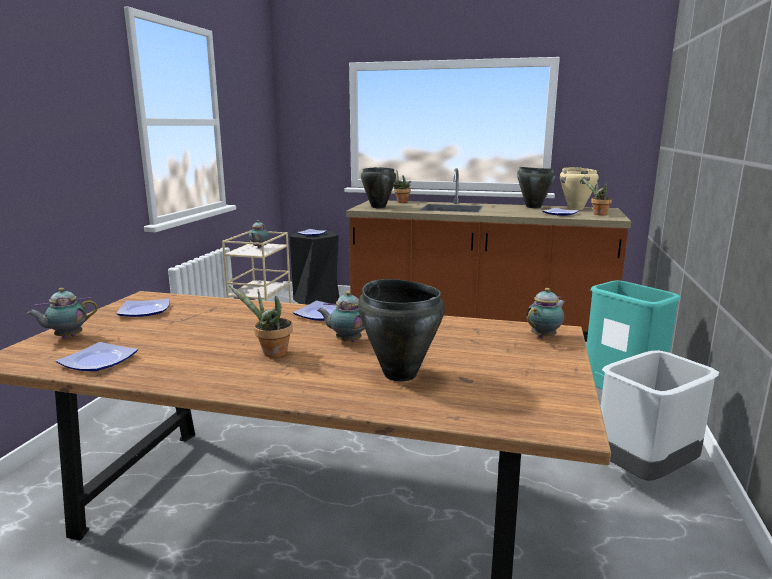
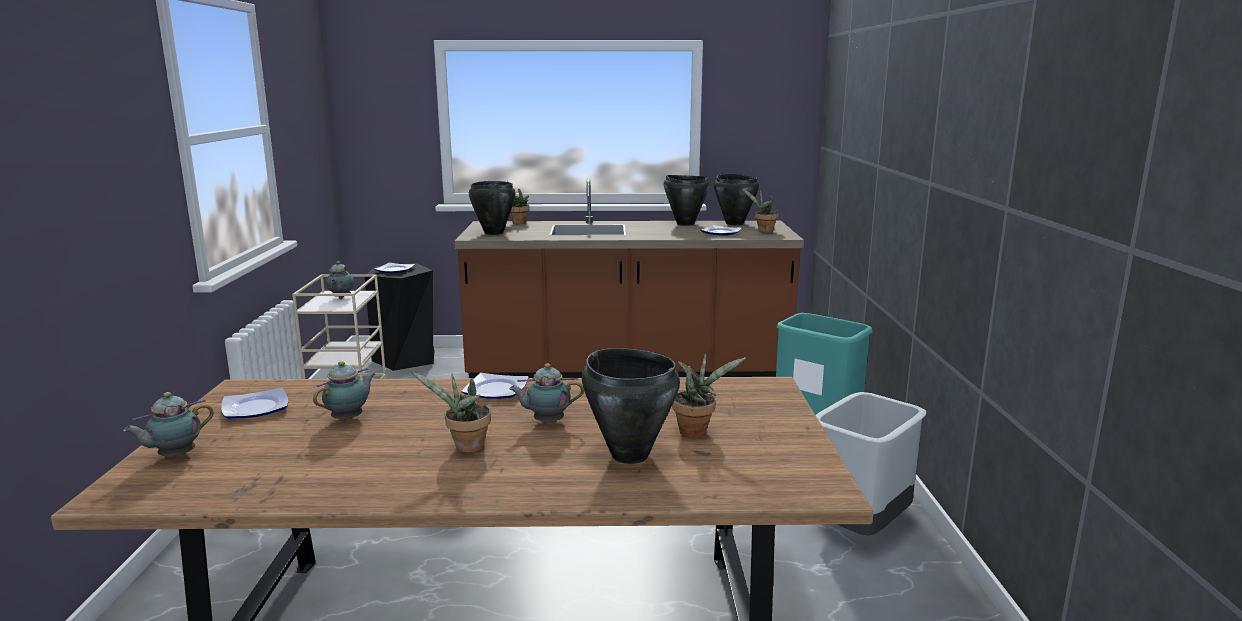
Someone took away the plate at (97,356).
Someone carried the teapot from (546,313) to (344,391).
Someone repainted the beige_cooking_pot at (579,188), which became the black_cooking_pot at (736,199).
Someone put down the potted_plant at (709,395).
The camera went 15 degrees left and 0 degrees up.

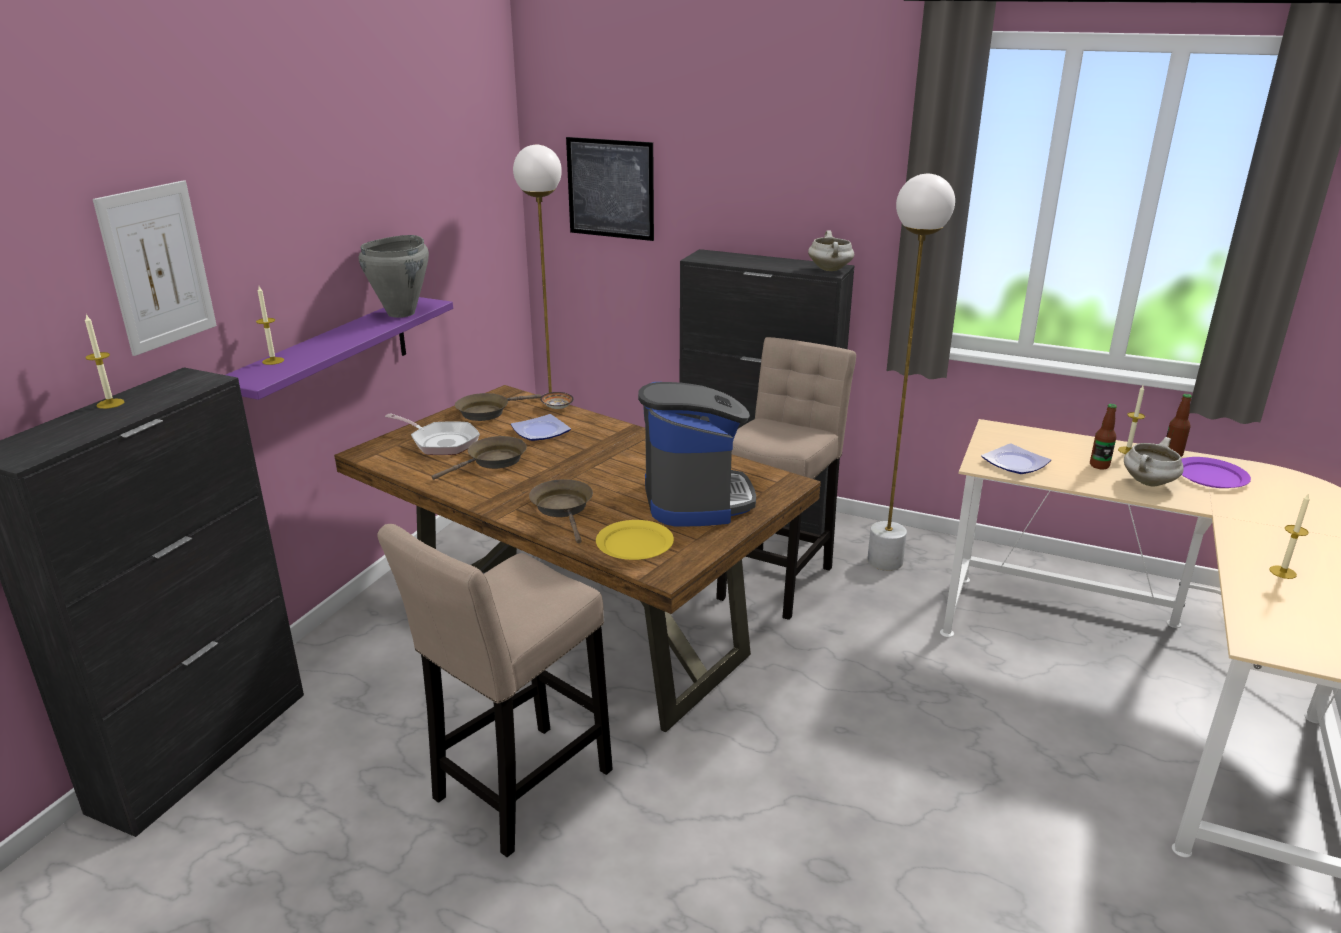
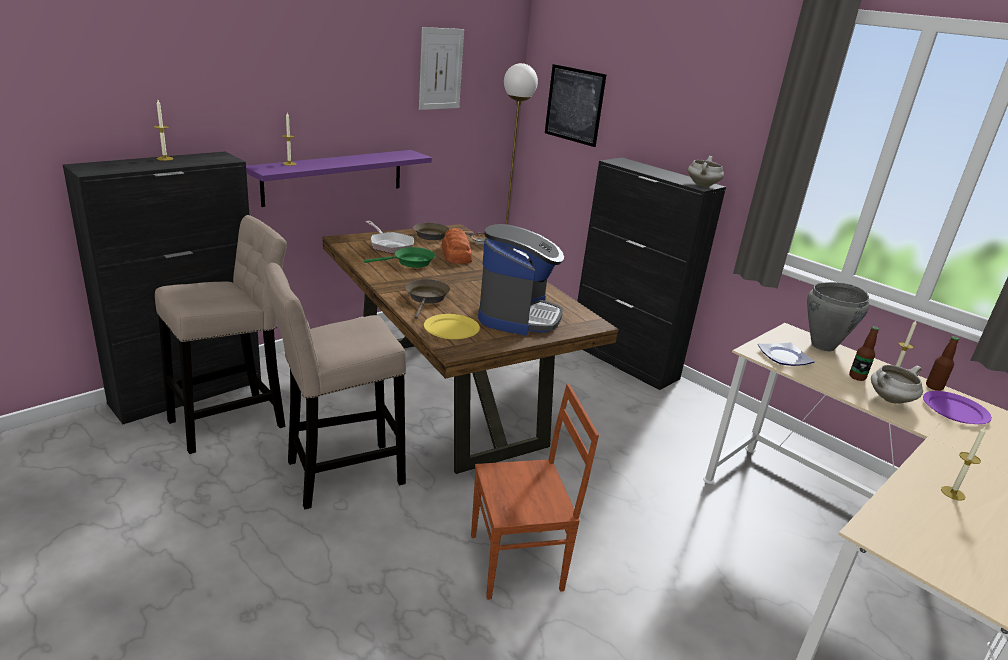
Someone carried the picture from (155,268) to (441,68).
Someone carried the grey_cooking_pot from (394,276) to (838,316).
Someone repainted the brownish_frying_pan at (479,458), which became the green_frying_pan at (399,257).
Someone swapped the plate at (541,427) for the baked_bread at (457,246).
Someone carried the beige_sitting_stool from (786,478) to (221,334).
Someone took away the whitish_floor_lamp at (911,372).
Someone put down the brownish_upright_chair at (535,492).
The camera went 20 degrees right and 0 degrees up.

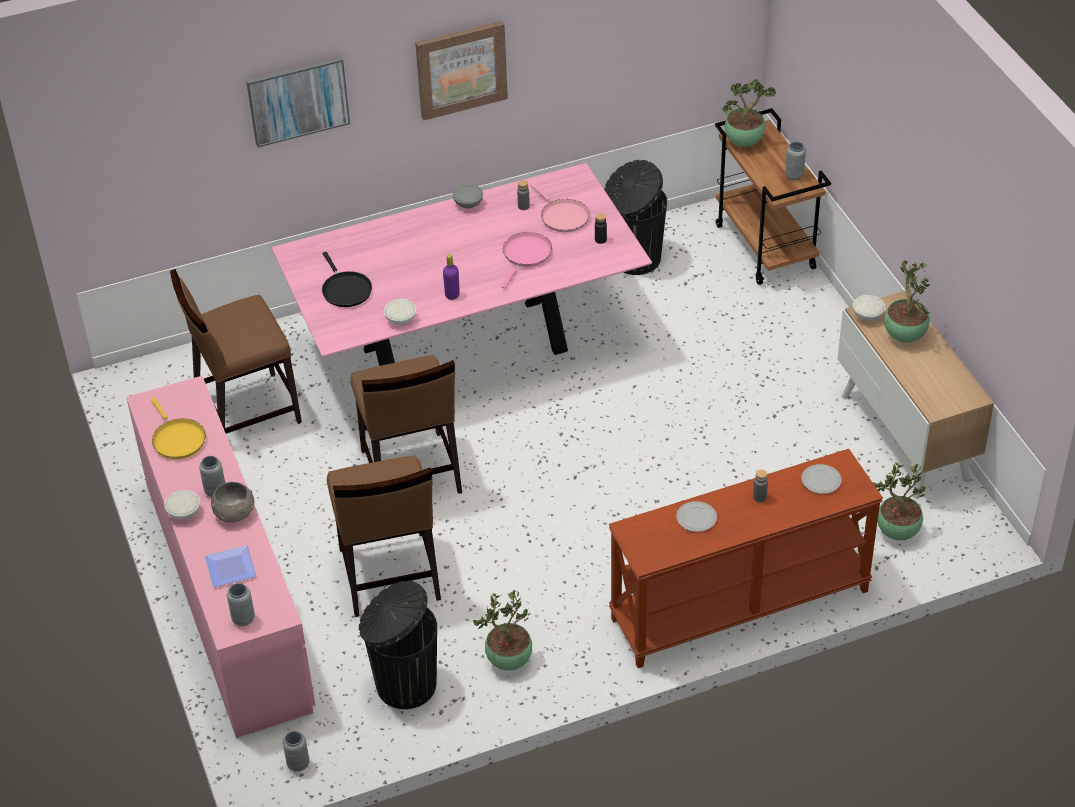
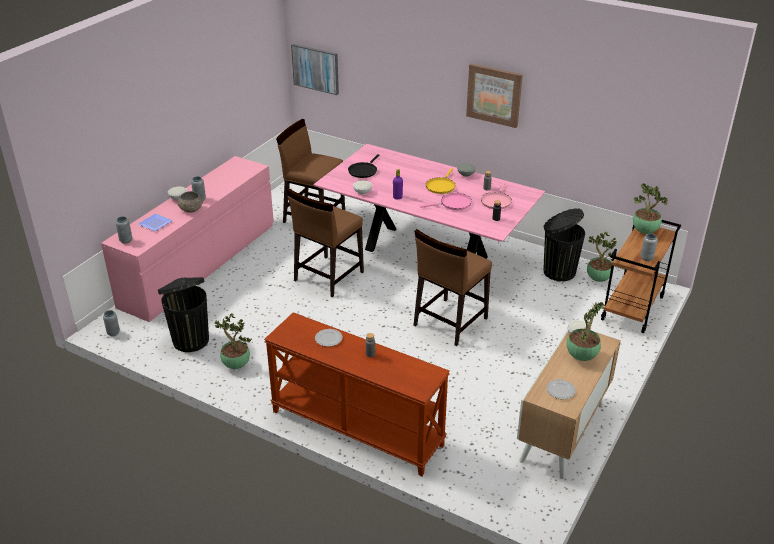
Someone carried the yellowish_frying_pan from (178,428) to (441,181).
Someone carried the picture from (298,102) to (315,69).
Someone carried the brownish_upright_chair from (384,536) to (452,287).
Someone carried the plate from (821,479) to (561,389).
Someone carried the potted_plant from (899,501) to (602,257).
The camera went 50 degrees right and 10 degrees down.

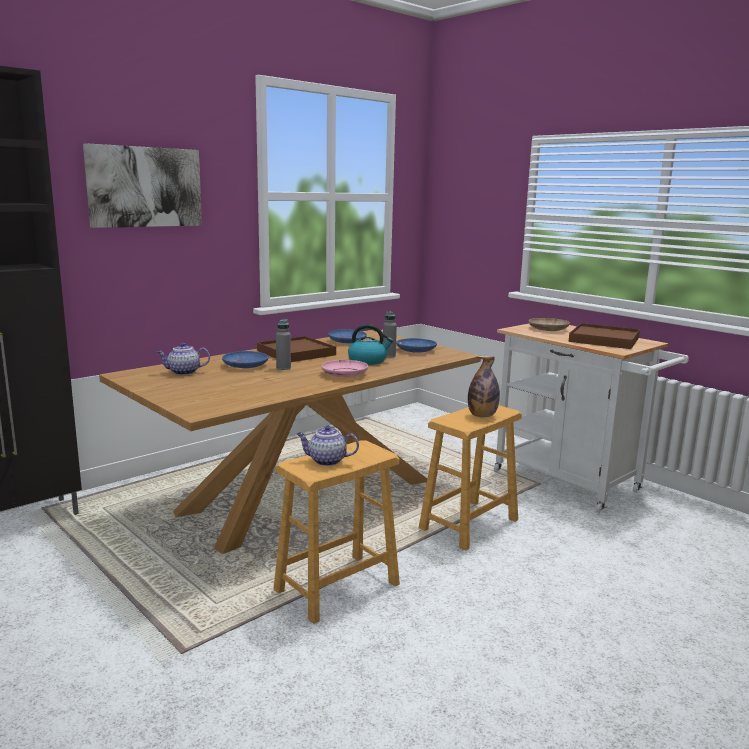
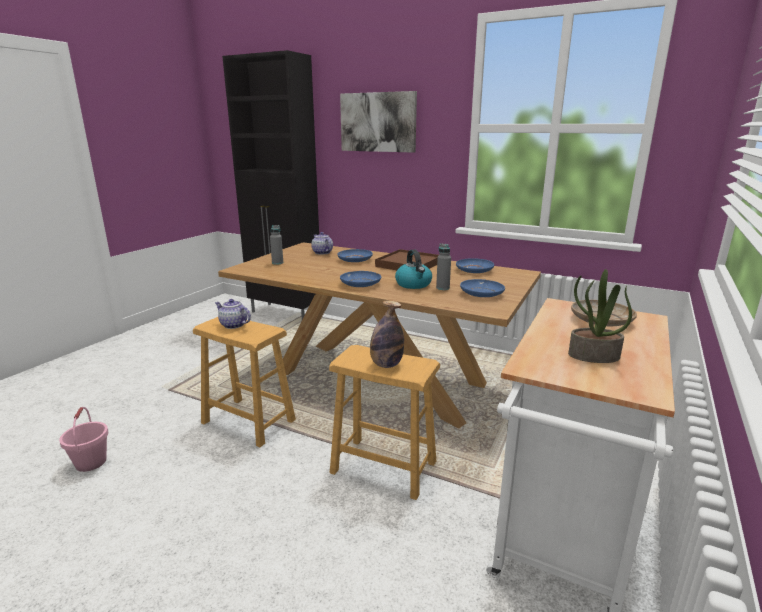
Someone carried the grey_drink_bottle from (283,344) to (276,245).
Someone rotated the teapot at (328,445) by 45 degrees counterclockwise.
Someone repainted the pinkish_plate at (344,368), which became the blue-coloured_plate at (360,279).
Someone swapped the brownish_carrying_tray at (604,336) for the potted_plant at (600,316).
Someone put down the pinkish_pail at (83,439).
The camera went 70 degrees right and 5 degrees up.

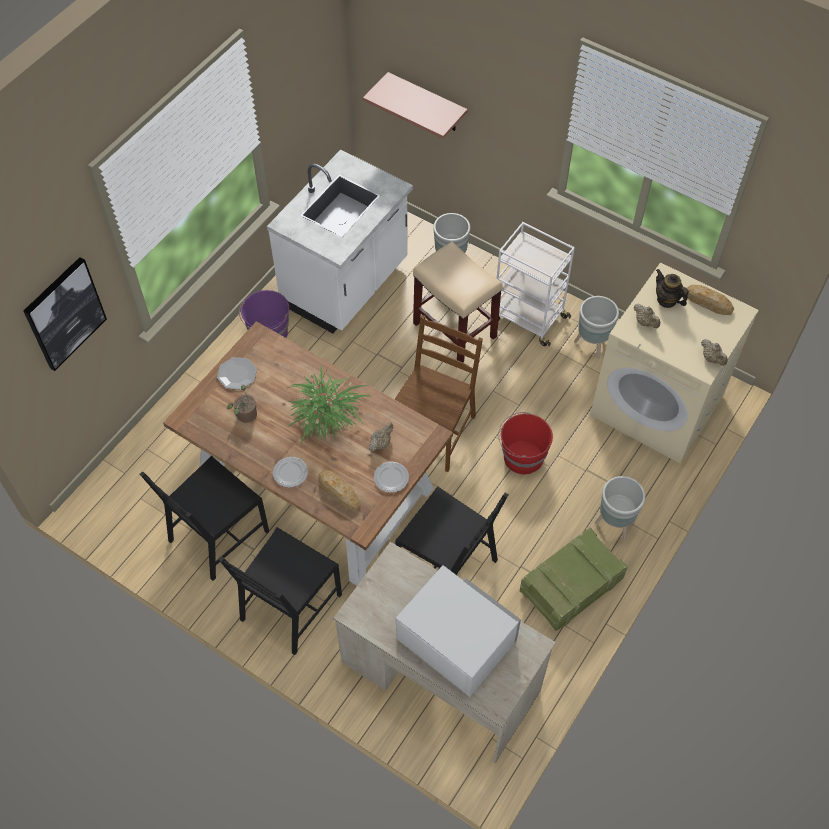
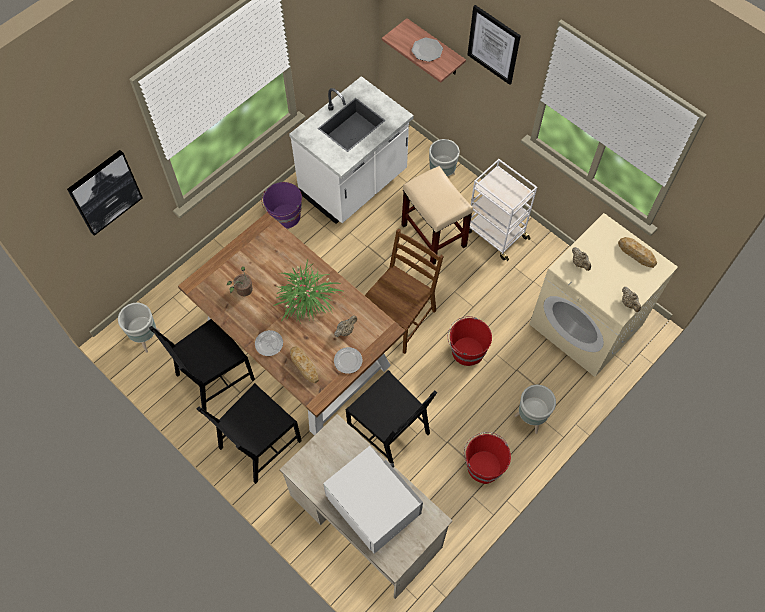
Someone carried the plate from (237,373) to (427,50).
Someone swapped the shipping_crate at (574,579) for the red-coloured_pail at (487,458).
Someone carried the grey_planter from (596,327) to (139,328).
Someone took away the teapot at (672,288).
Someone put up the picture at (494,45).
The camera went 10 degrees right and 5 degrees up.

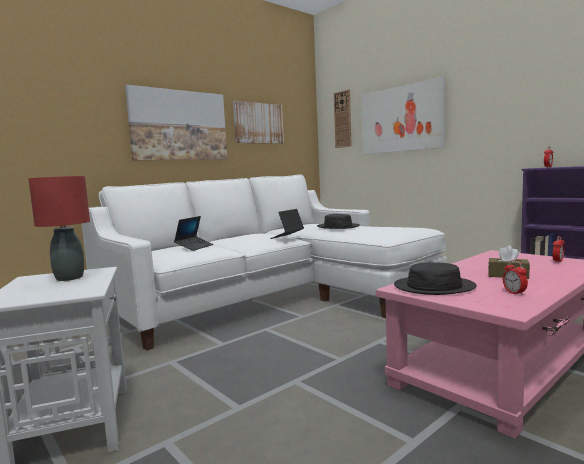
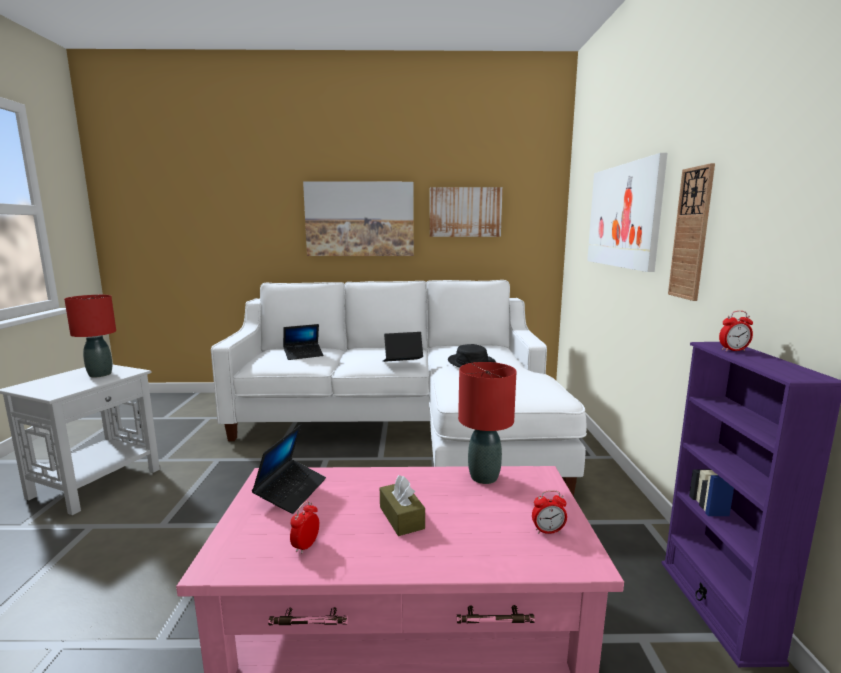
Someone carried the clock_on_the_wall from (342,119) to (691,232).
Someone swapped the black_clothing_hat at (435,279) for the notebook_computer at (289,469).
Someone put down the red-coloured_tabletop_lamp at (487,423).
The camera went 40 degrees right and 5 degrees up.

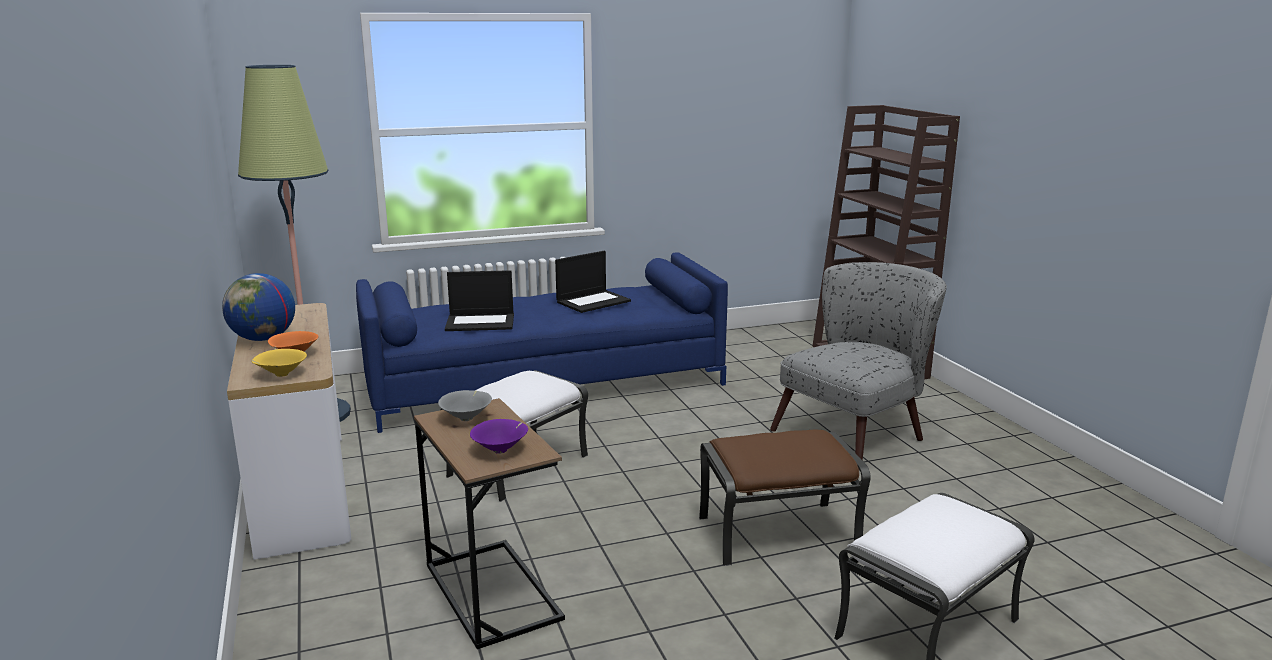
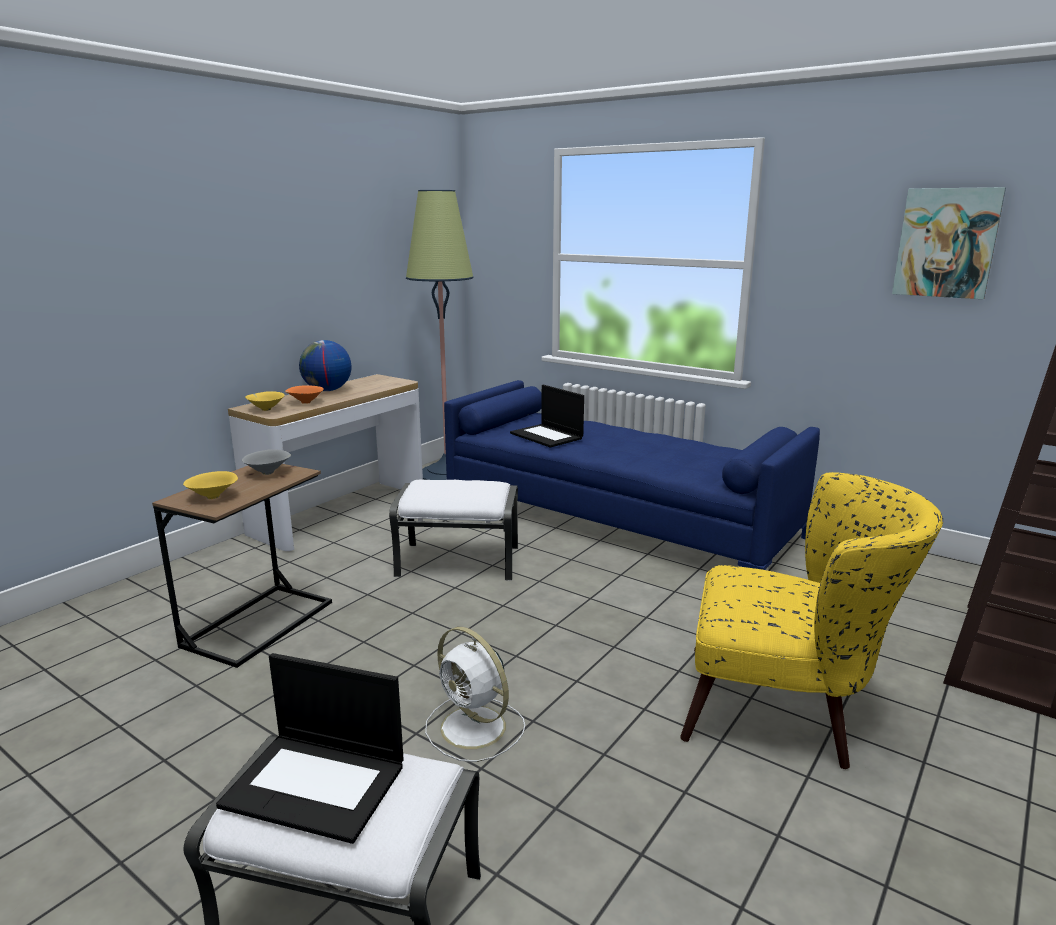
Someone repainted the purplish_serving_bowl at (499,436), which became the yellowish_serving_bowl at (210,485).
Someone carried the notebook_computer from (593,282) to (310,748).
Someone swapped the brownish_pouffe at (785,498) for the whitish_fan at (475,694).
Someone repainted the grey_lounge_chair at (858,366), which became the yellowish_lounge_chair at (811,620).
Someone put up the picture at (949,243).
The camera went 55 degrees right and 0 degrees up.

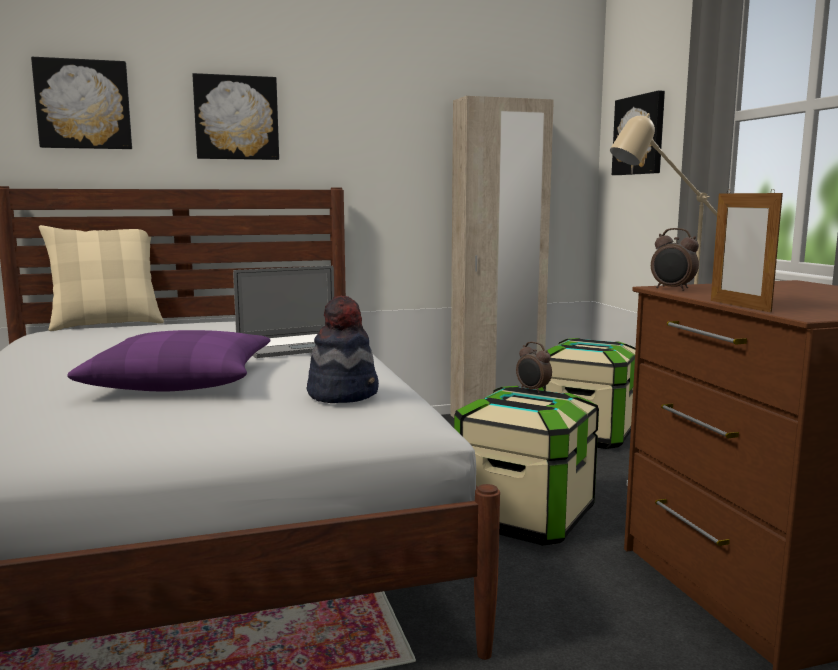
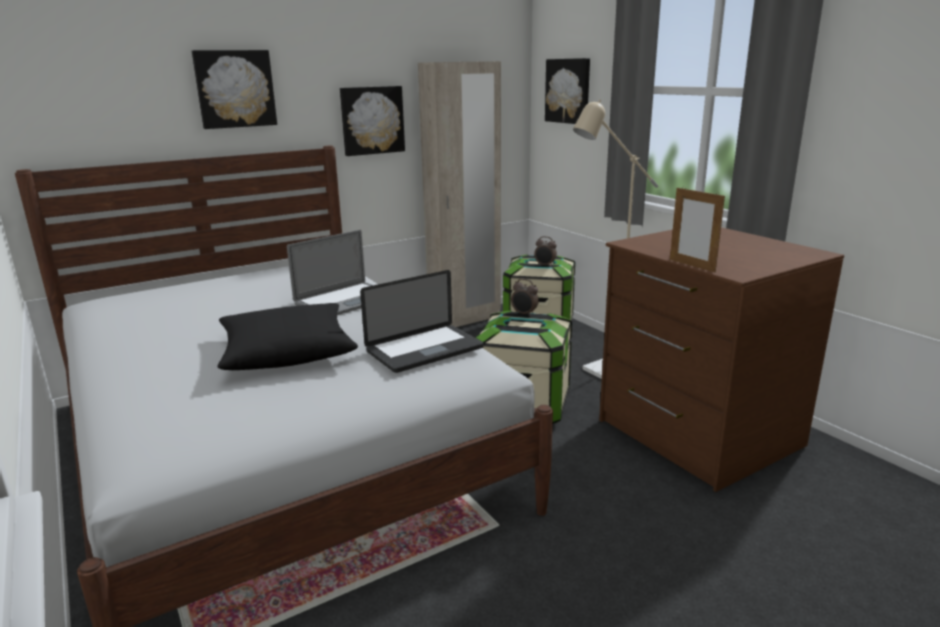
Someone carried the picture from (81,103) to (372,121).
Someone took away the beige_pillow at (101,278).
Someone repainted the purplish_pillow at (168,361), which became the black_pillow at (288,336).
Someone swapped the clothing_hat at (343,349) for the notebook_computer at (422,321).
Someone carried the table_clock from (675,259) to (545,251).
The camera went 15 degrees left and 10 degrees up.

